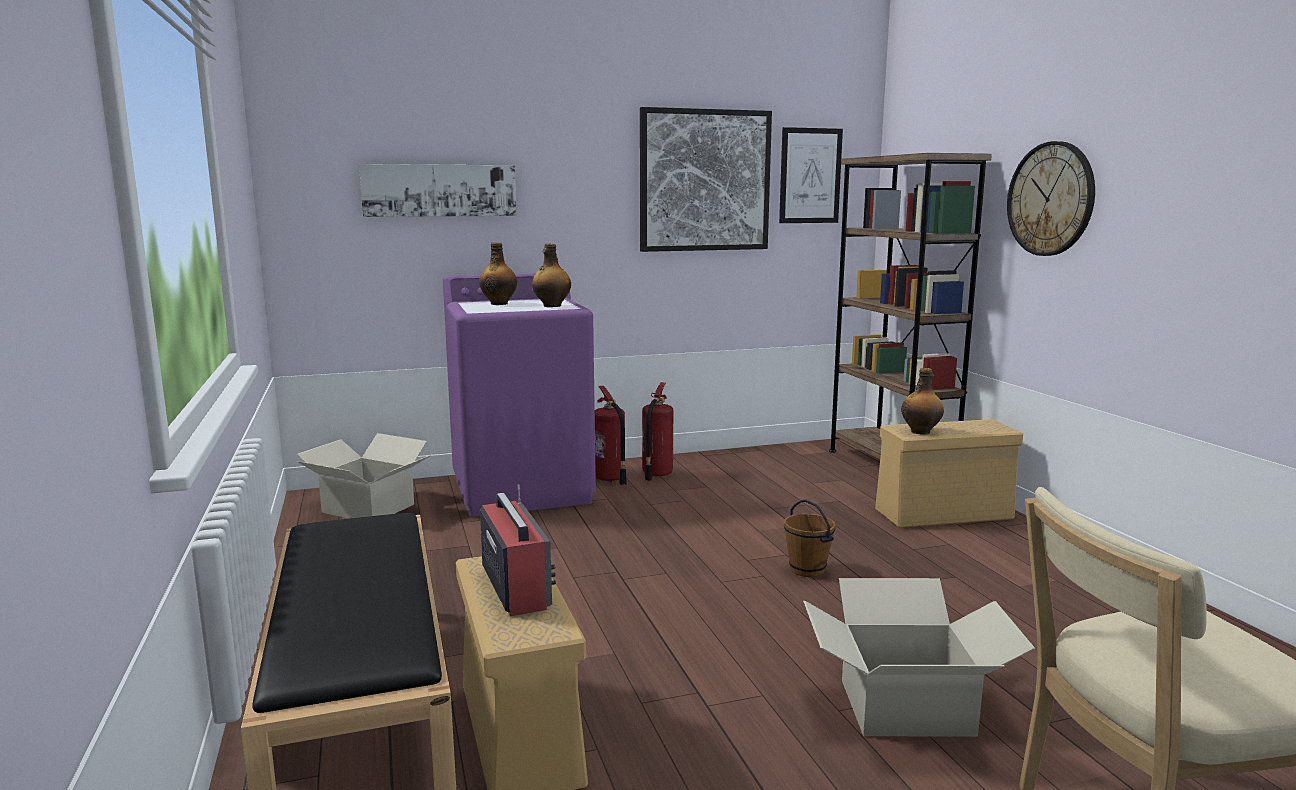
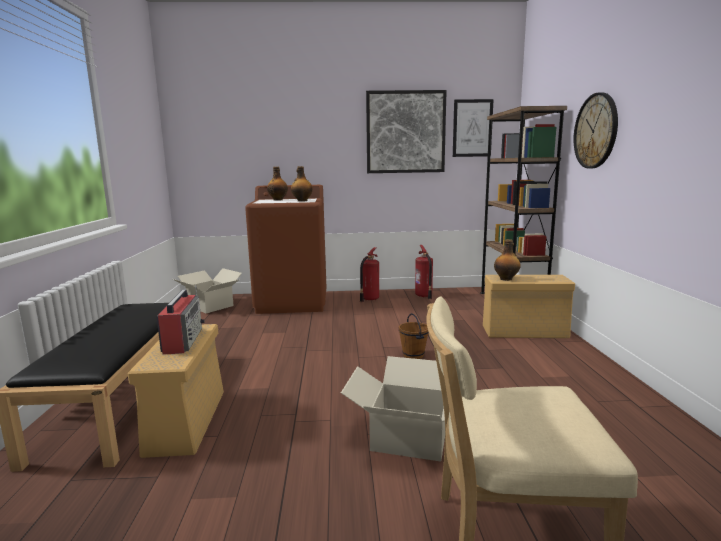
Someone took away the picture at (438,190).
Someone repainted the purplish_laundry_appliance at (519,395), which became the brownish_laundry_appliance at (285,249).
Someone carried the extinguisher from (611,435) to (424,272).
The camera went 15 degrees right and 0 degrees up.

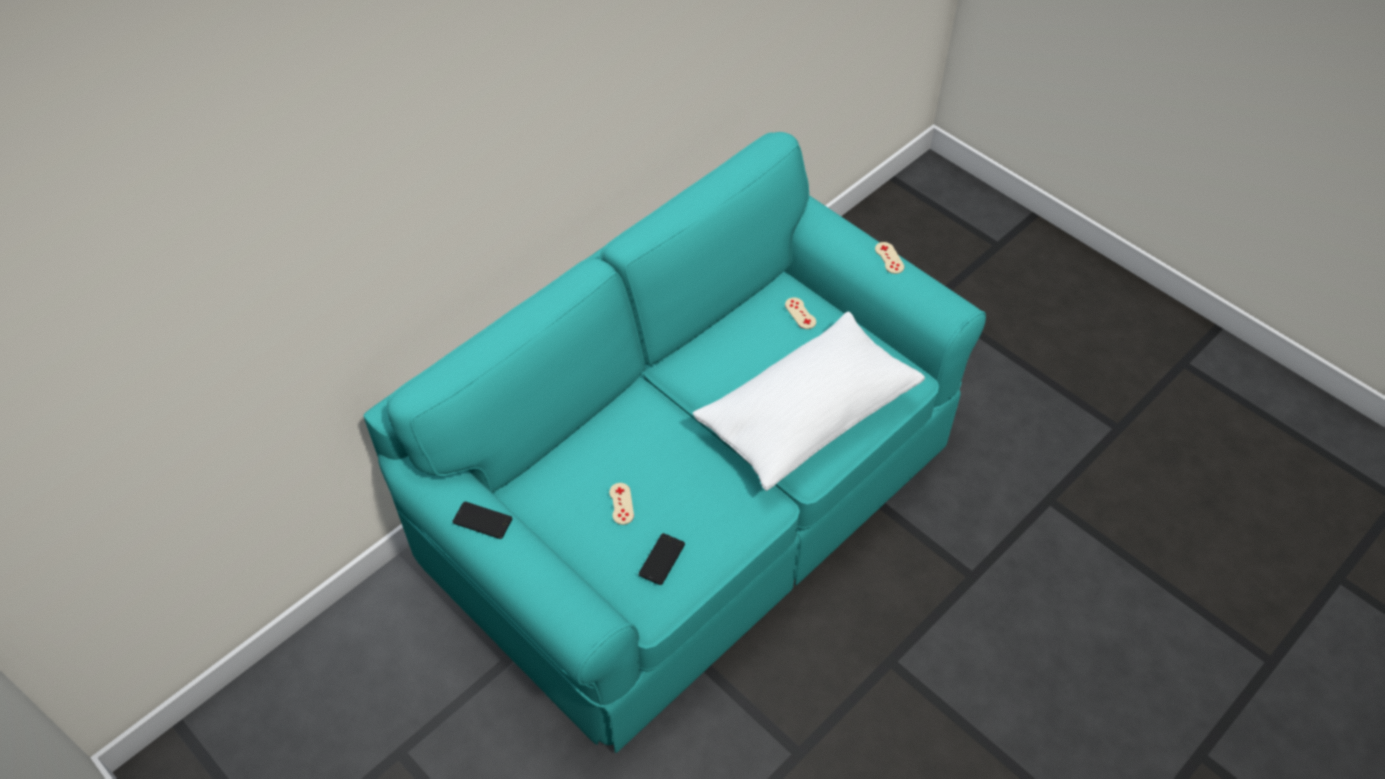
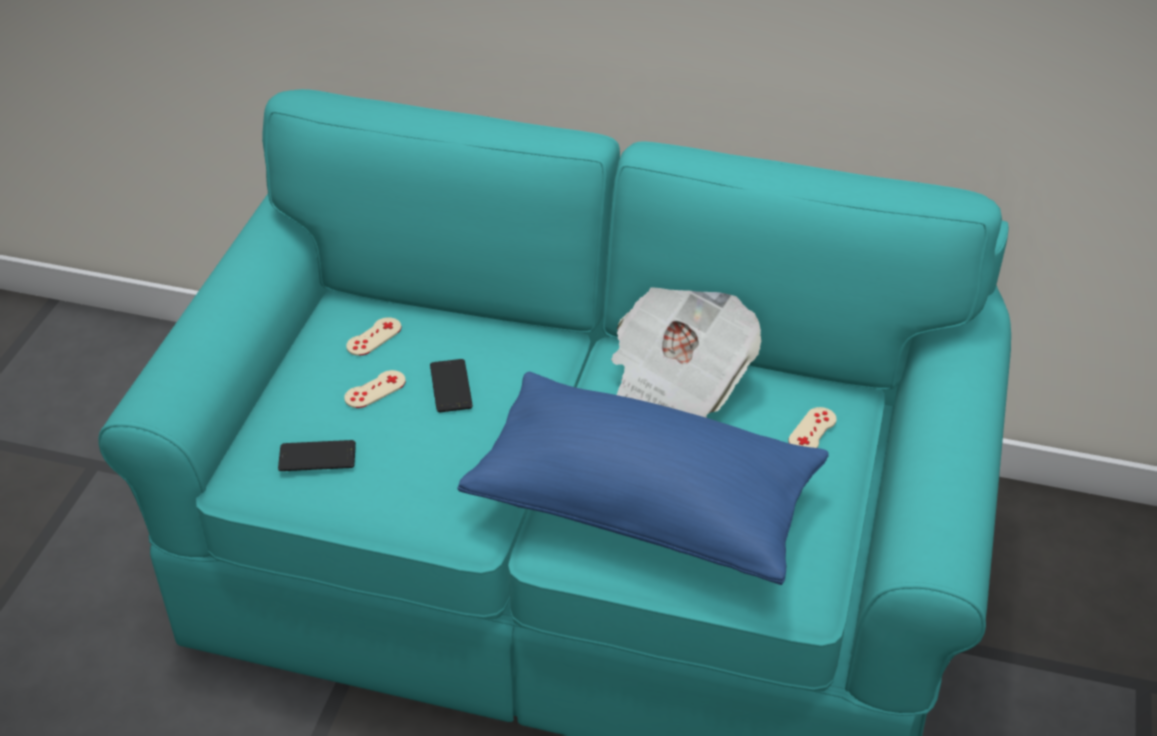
Someone carried the handset from (482,520) to (451,385).
Someone repainted the whitish_pillow at (809,401), which became the blue-coloured_pillow at (642,478).
Someone carried the beige_joypad from (889,258) to (374,336).
Someone put down the newspaper at (686,352).
The camera went 60 degrees right and 10 degrees down.

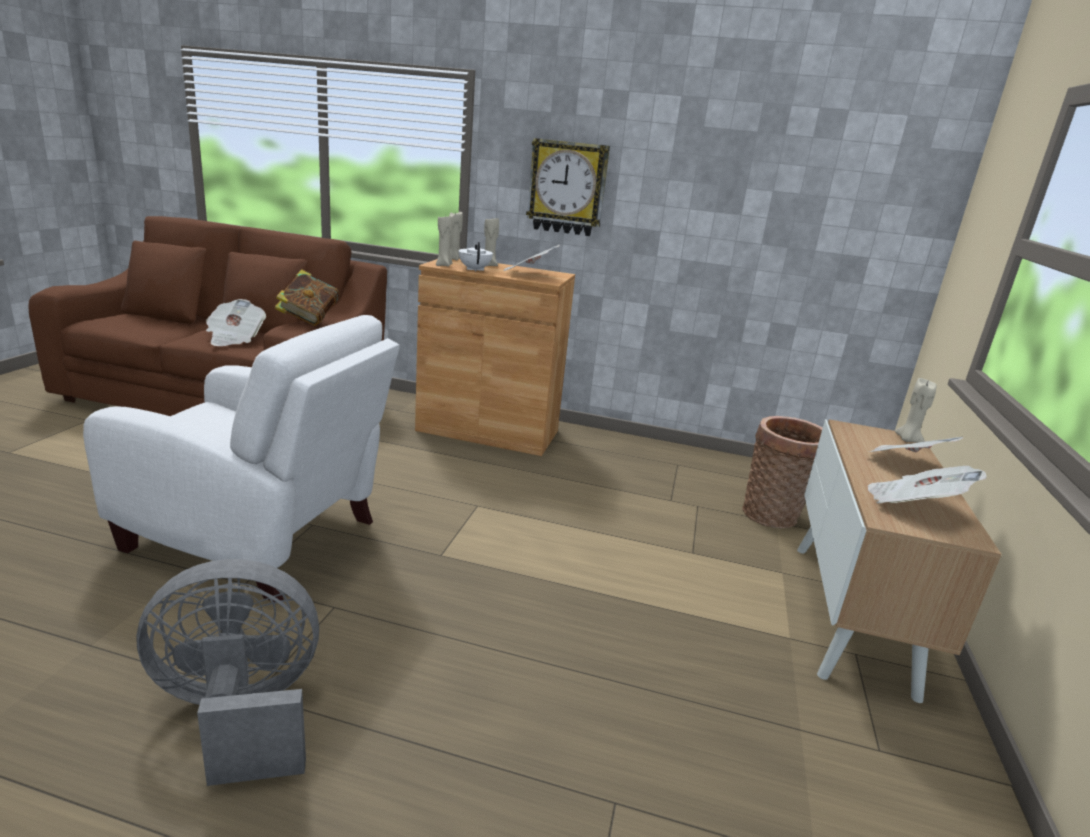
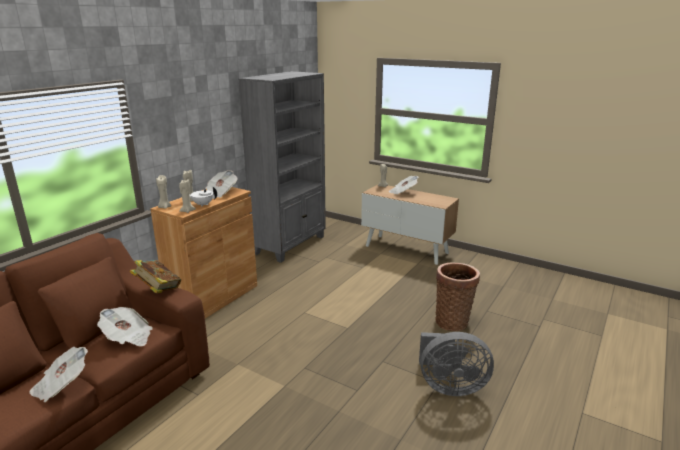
Someone took away the whitish_lounge_chair at (241,458).
Someone rotated the grey_fan at (227,672) by 90 degrees counterclockwise.
Someone took away the clock_on_the_wall at (568,187).
Someone carried the household_basket from (782,472) to (457,296).
Someone carried the newspaper from (927,484) to (58,374).
Someone put down the grey_bookshelf at (282,167).
The camera went 70 degrees left and 0 degrees up.

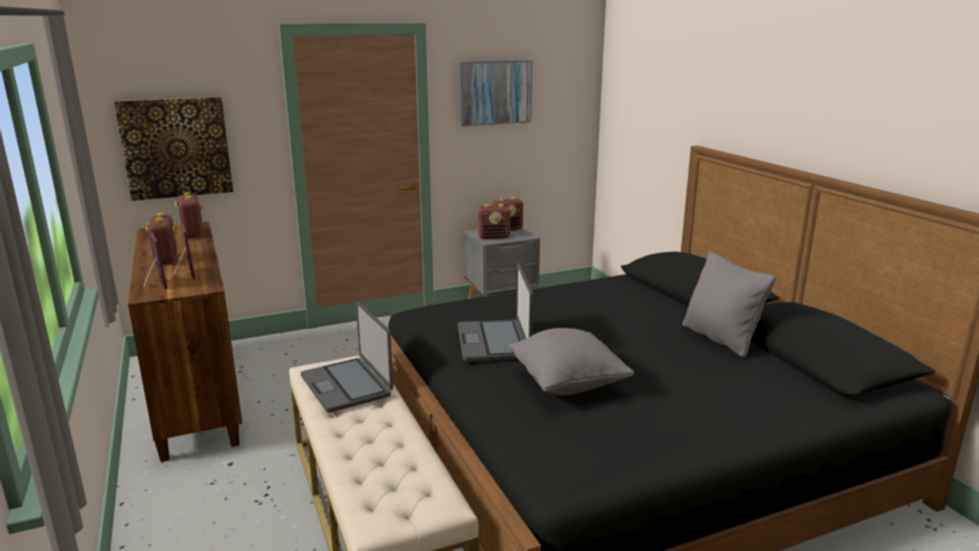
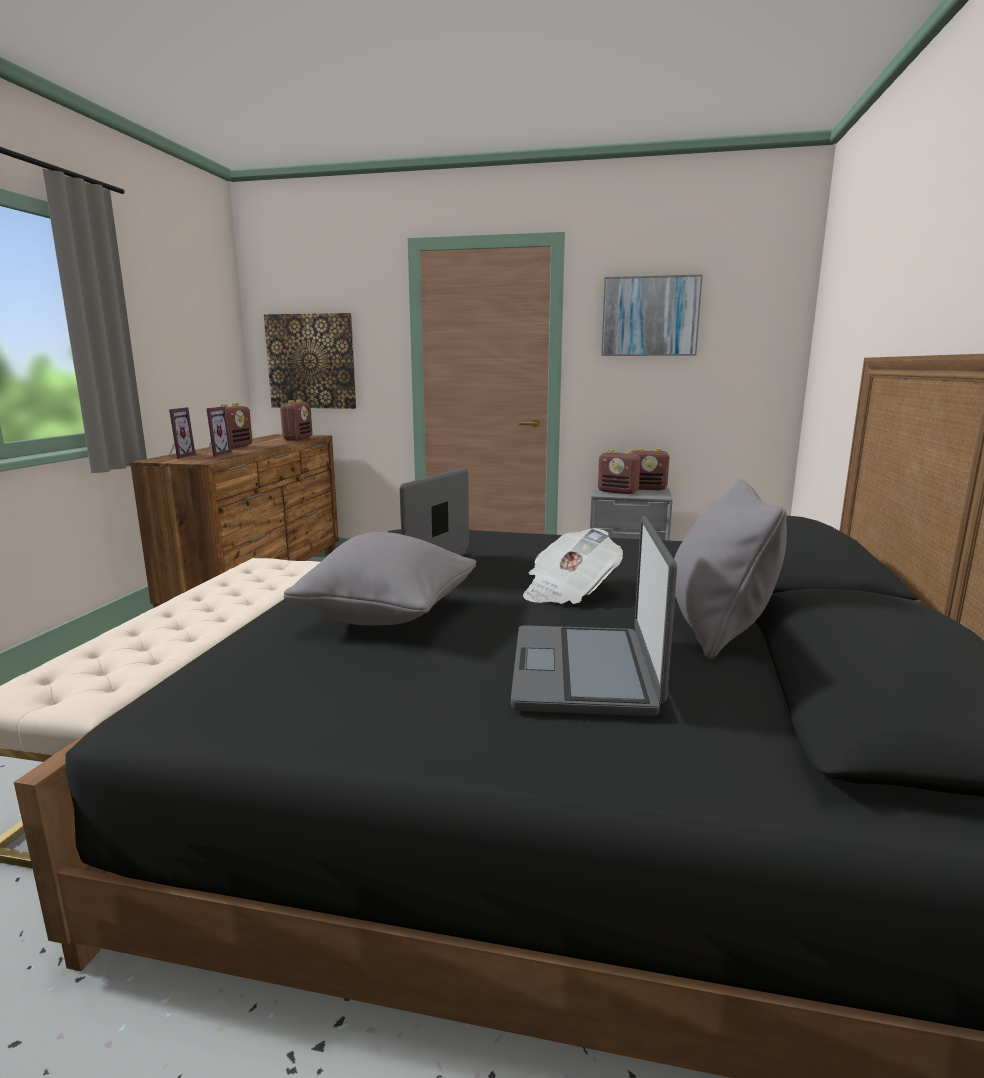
Someone carried the notebook_computer from (347,357) to (594,616).
Someone put down the newspaper at (573,566).
The camera went 35 degrees right and 5 degrees down.

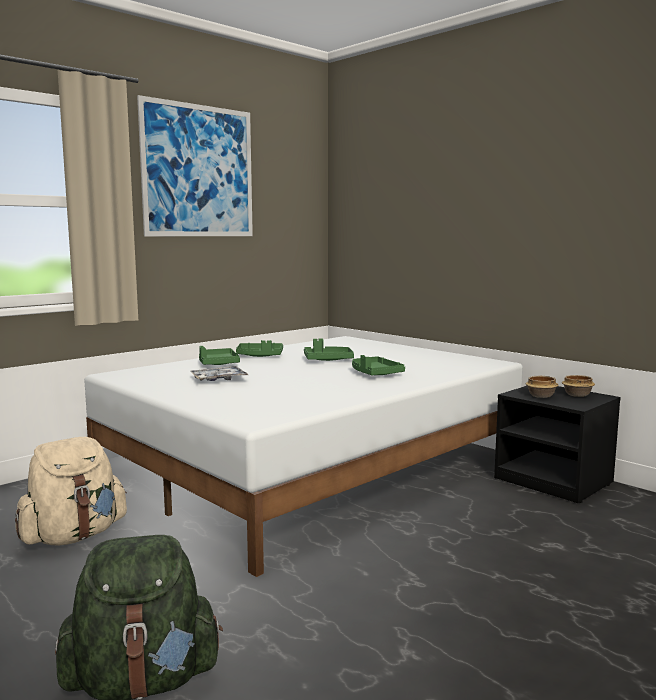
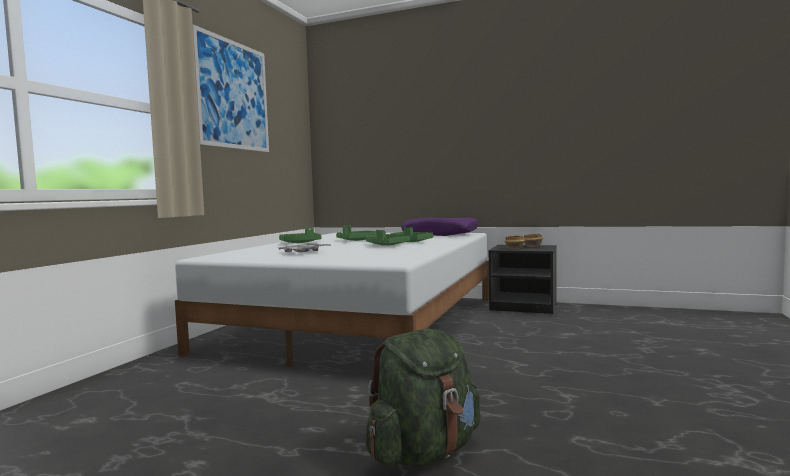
Someone took away the beige_knapsack at (71,491).
Someone carried the green_carrying_tray from (219,355) to (388,238).
Someone put down the purplish_pillow at (439,226).
The camera went 25 degrees left and 5 degrees down.

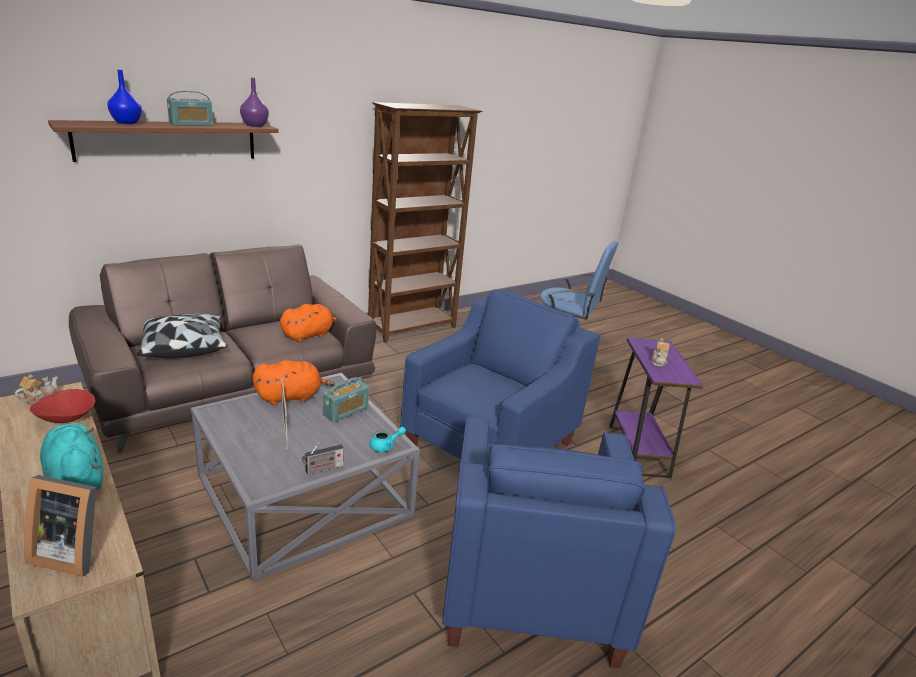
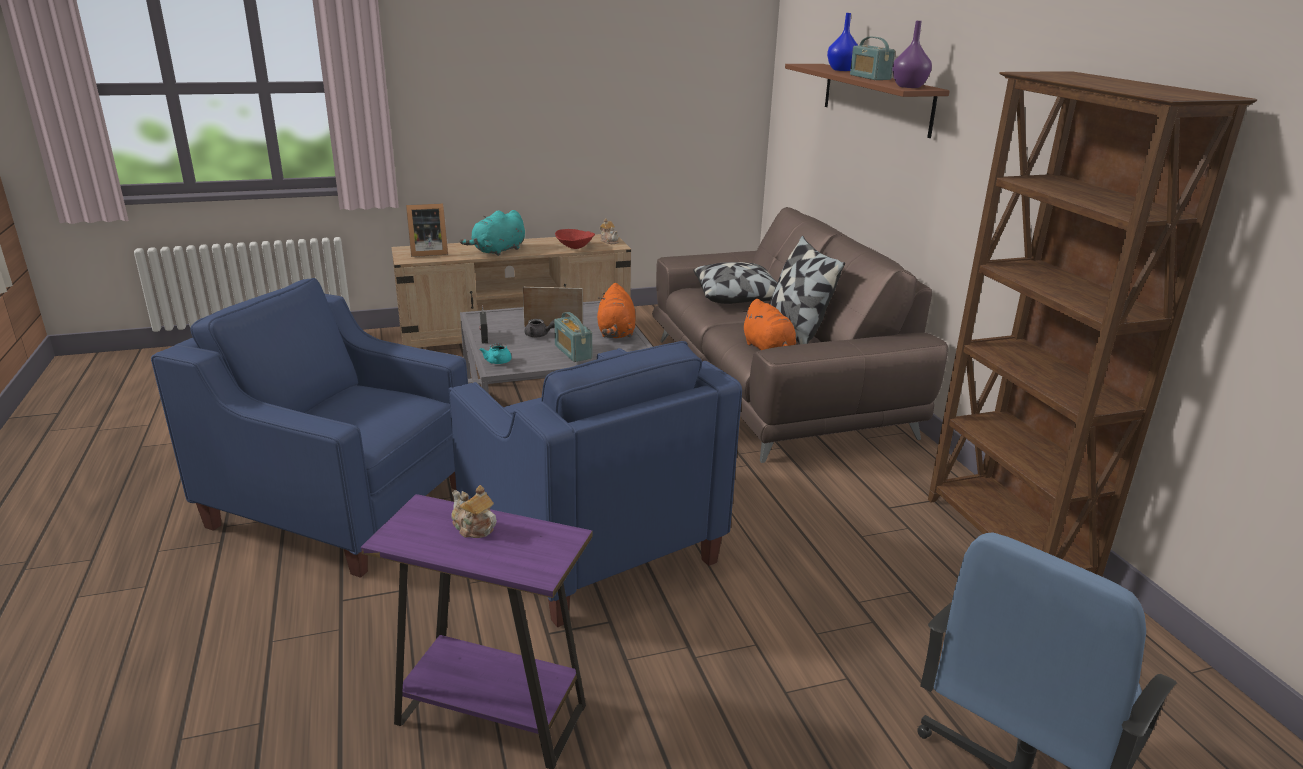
Someone rotated the standing_frame at (60,526) by 135 degrees counterclockwise.
Someone rotated the blue-green_plush_toy at (71,457) by 150 degrees clockwise.
Someone put down the grey_teapot at (539,328).
Someone put down the pillow at (807,290).
The camera went 110 degrees right and 0 degrees up.

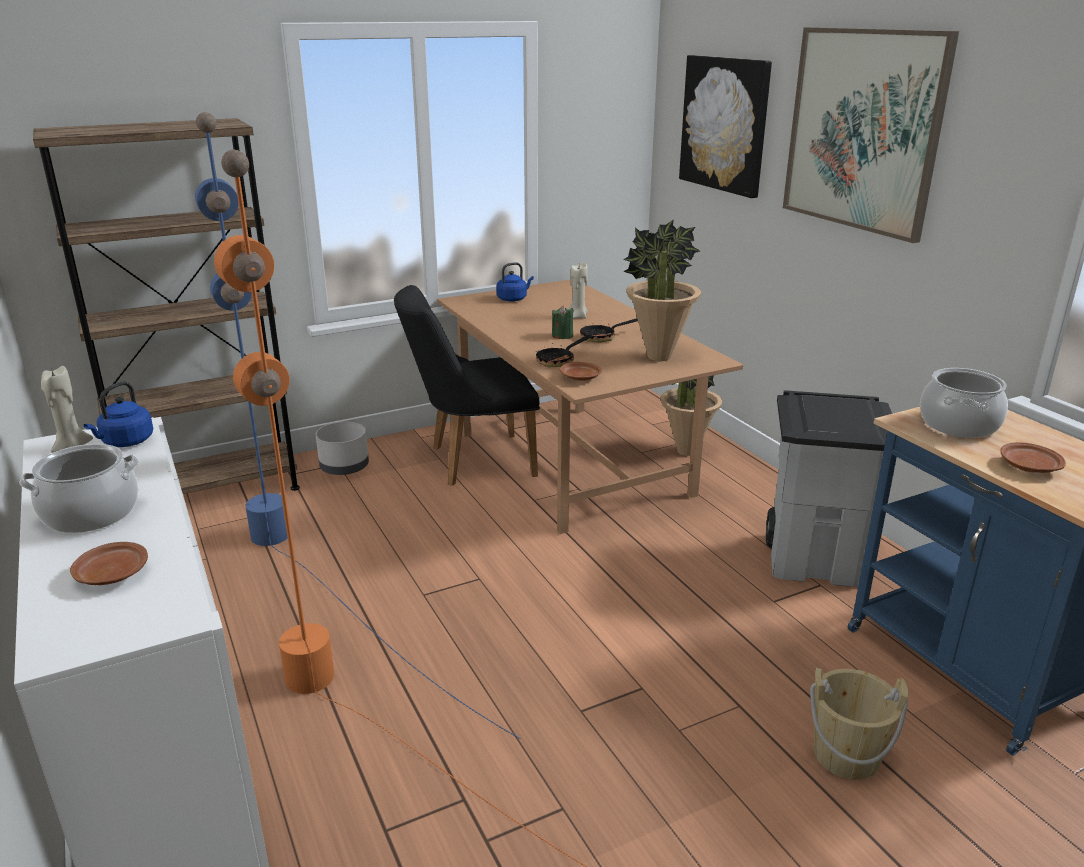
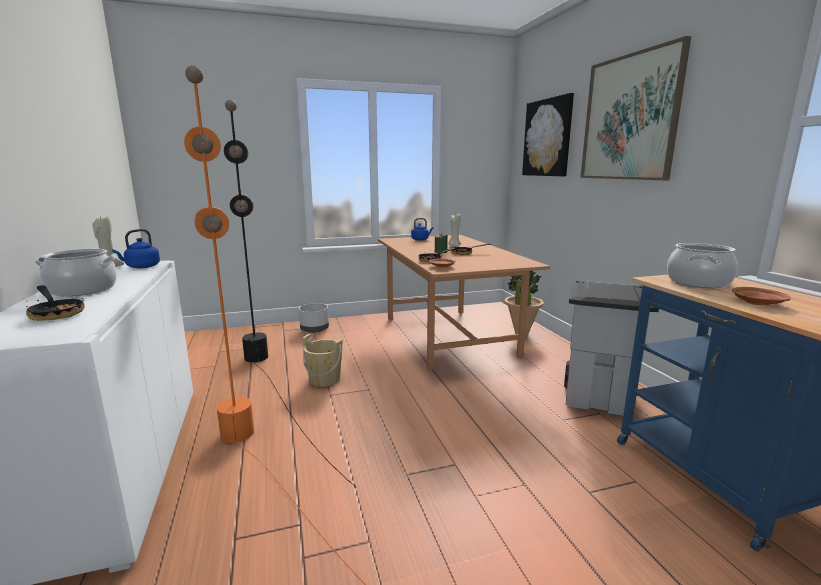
Someone took away the brownish_bookshelf at (166,306).
Someone swapped the brownish_plate at (109,563) for the frying_pan at (54,303).
Someone repainted the blue-coloured_floor_lamp at (357,425), which became the black_floor_lamp at (290,294).
Someone took away the black_upright_chair at (467,385).
Someone took away the potted_plant at (662,290).
Someone carried the beige_pail from (859,724) to (322,360).
The camera went 10 degrees right and 10 degrees down.

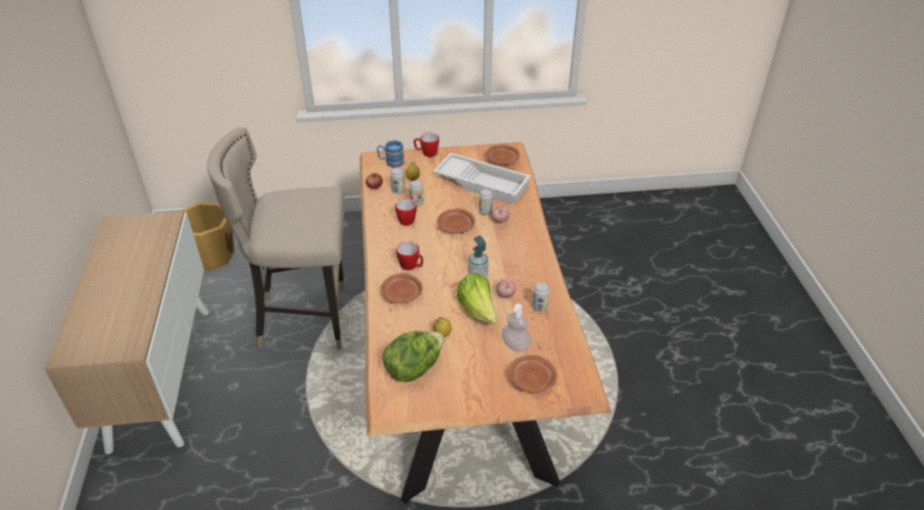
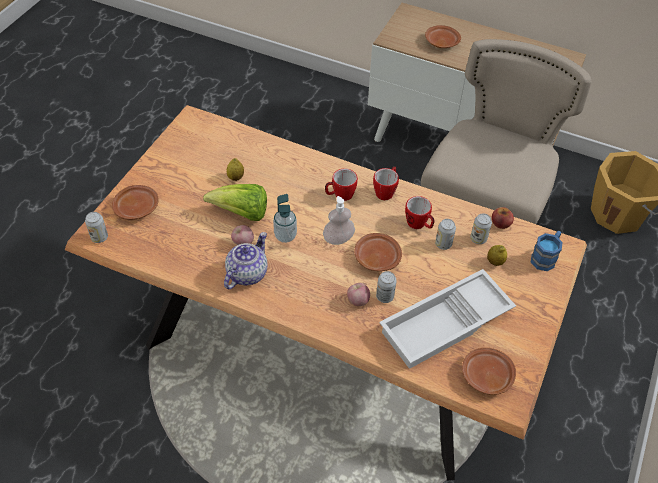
Someone carried the brownish_plate from (402,288) to (443,36).
Someone took away the lettuce at (413,356).
Someone carried the tea_mug from (426,145) to (386,183).
Someone carried the soap_dispenser from (516,328) to (339,220).
Someone carried the can from (541,297) to (96,227).
Someone put down the teapot at (246,260).
The camera went 120 degrees right and 10 degrees up.

